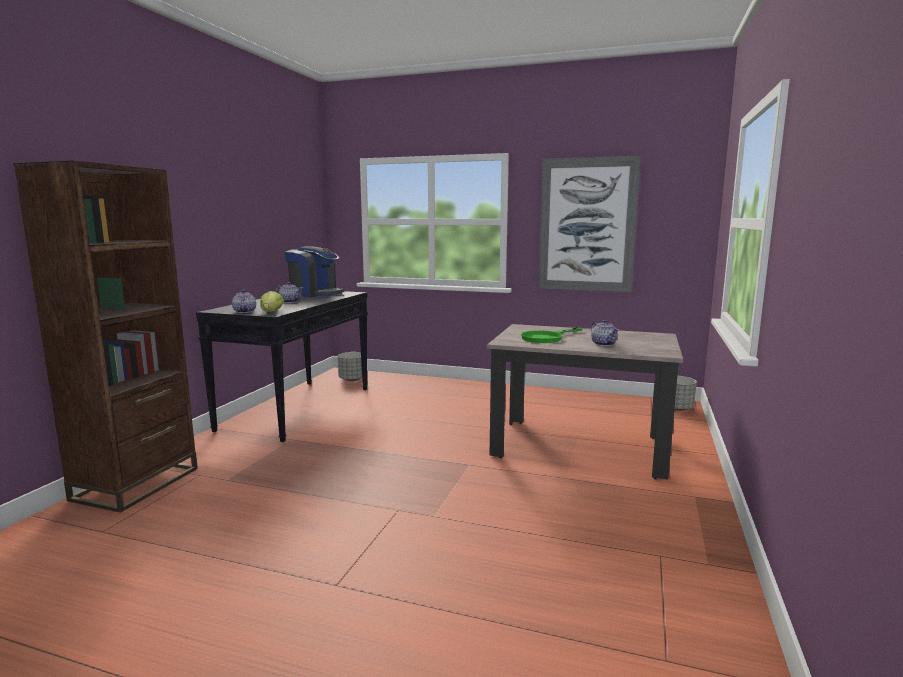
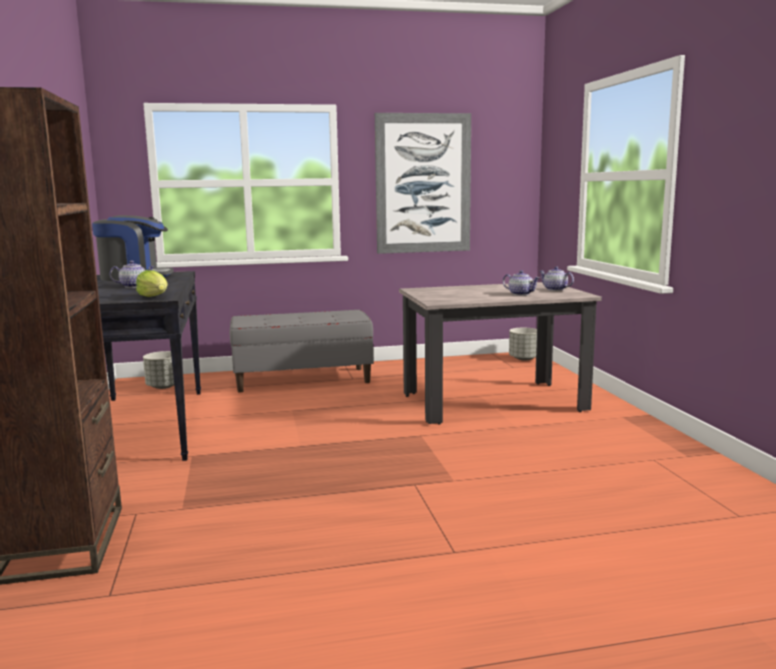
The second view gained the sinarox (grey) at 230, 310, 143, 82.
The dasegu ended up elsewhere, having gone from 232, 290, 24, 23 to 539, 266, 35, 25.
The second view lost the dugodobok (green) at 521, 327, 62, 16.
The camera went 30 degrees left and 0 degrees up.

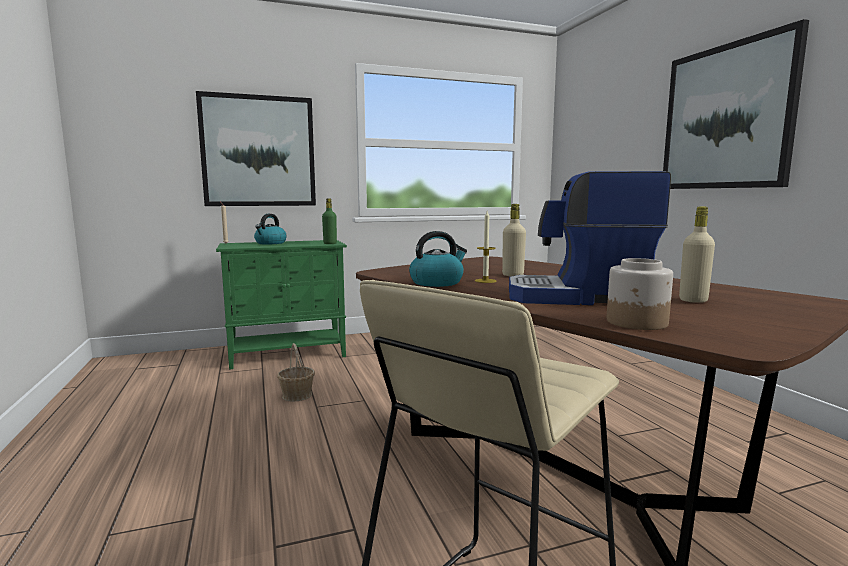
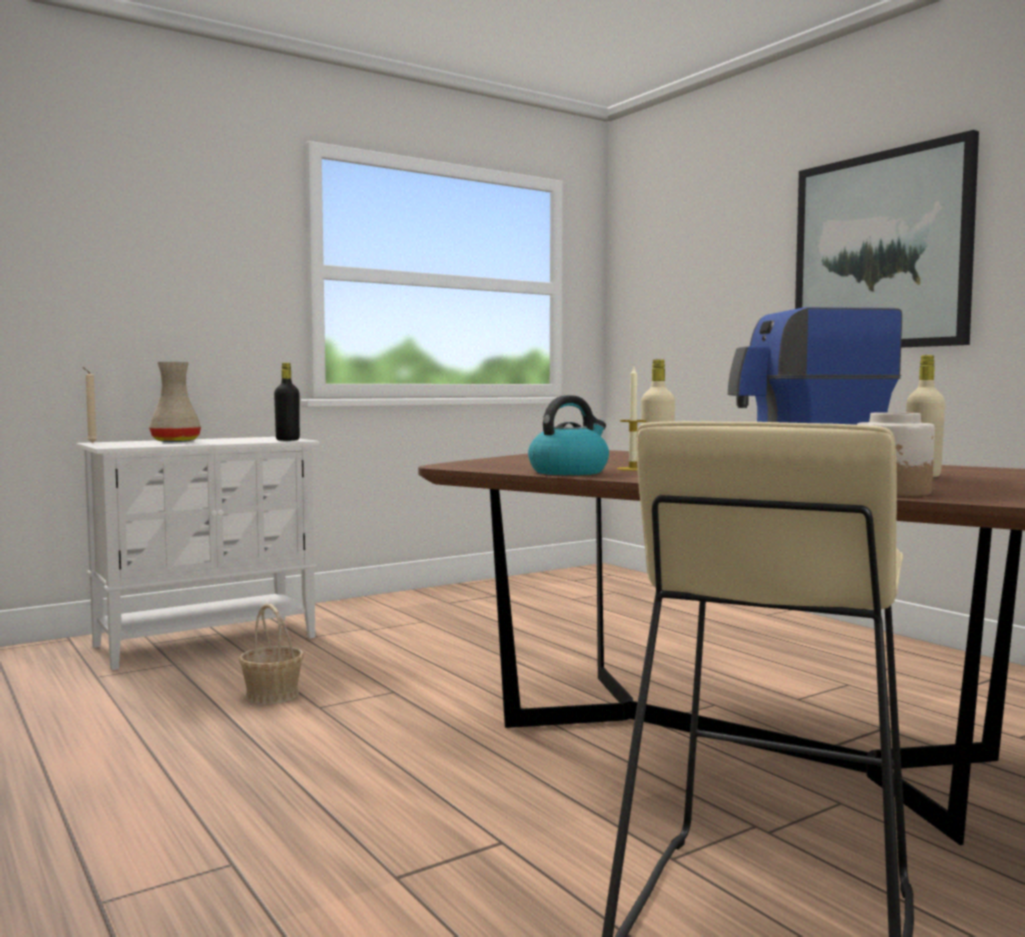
What was the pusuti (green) at 216, 240, 131, 130 turned into the pusuti (white) at 76, 437, 243, 233.
Where the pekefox stood at 254, 214, 33, 30, the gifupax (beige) came to stand at 149, 362, 52, 80.
What was the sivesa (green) at 322, 199, 15, 45 turned into the sivesa (black) at 274, 363, 26, 78.
The second view lost the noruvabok at 196, 91, 120, 115.
The camera went 15 degrees left and 5 degrees down.

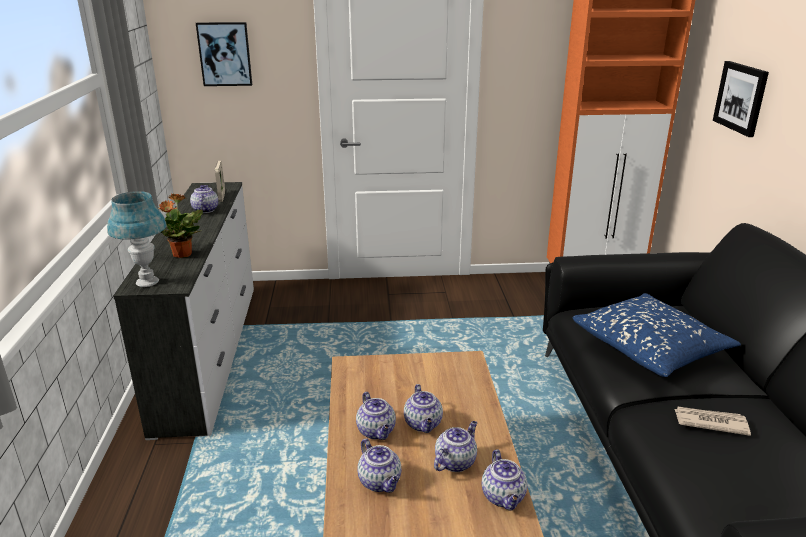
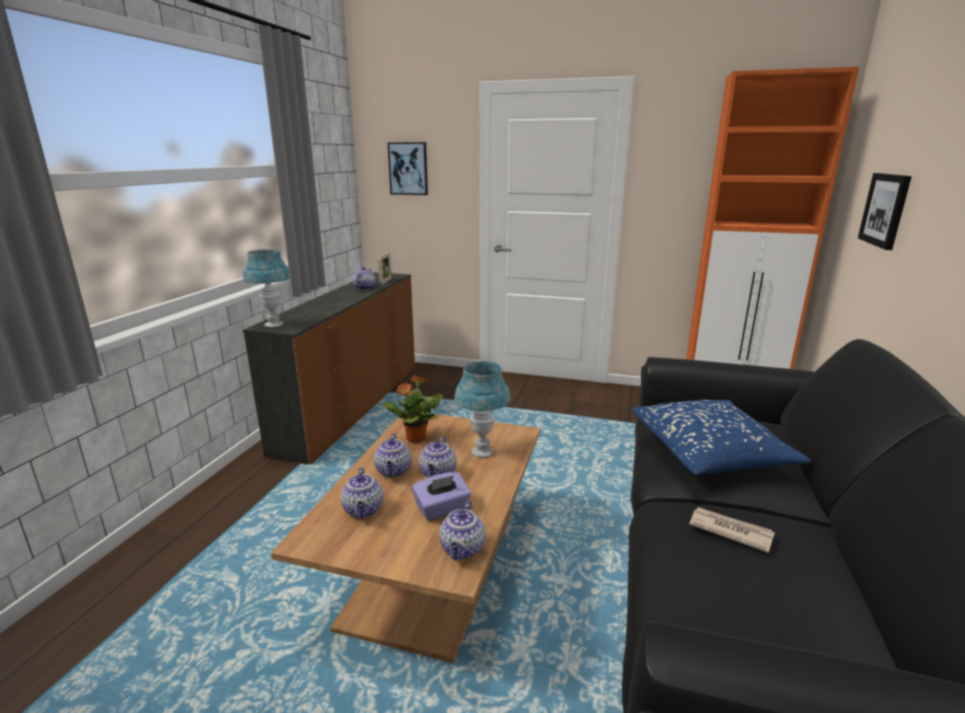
What was the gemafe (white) at 113, 182, 141, 258 turned into the gemafe (brown) at 243, 272, 172, 193.
The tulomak ended up elsewhere, having gone from 158, 193, 45, 65 to 382, 375, 61, 68.
Where the dasegu stood at 434, 421, 43, 51, the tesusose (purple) came to stand at 412, 472, 59, 49.
The second view gained the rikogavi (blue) at 454, 361, 57, 96.
The camera went 20 degrees right and 5 degrees down.

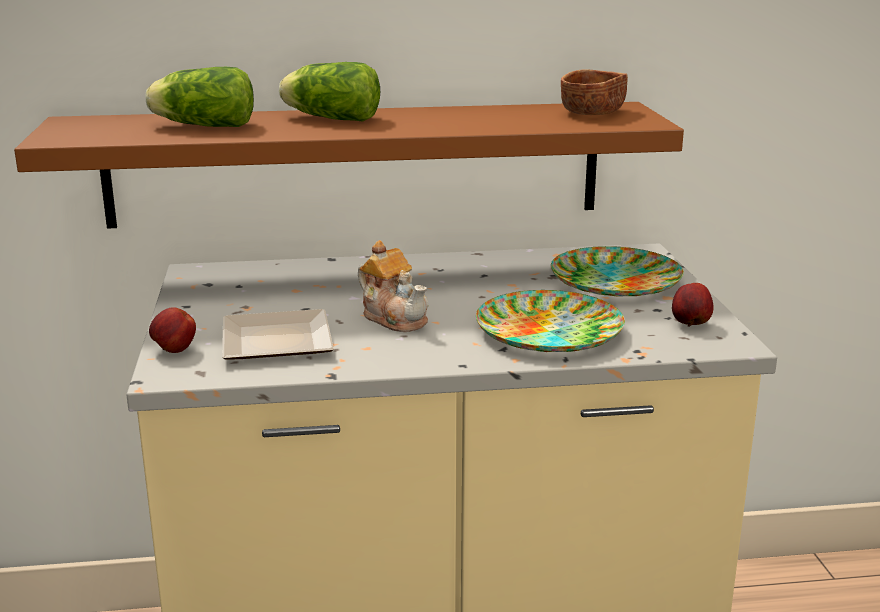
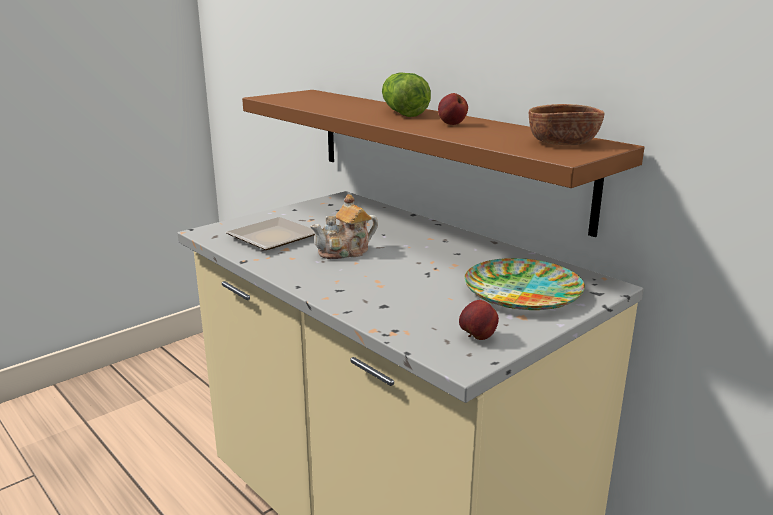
The dasegu at 358, 240, 70, 92 ended up facing another way, 45 degrees clockwise from before.
The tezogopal ended up elsewhere, having gone from 149, 307, 47, 46 to 438, 93, 30, 32.
The second view lost the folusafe at 145, 67, 109, 60.
The second view lost the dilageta at 476, 290, 149, 62.
The camera went 55 degrees right and 0 degrees up.

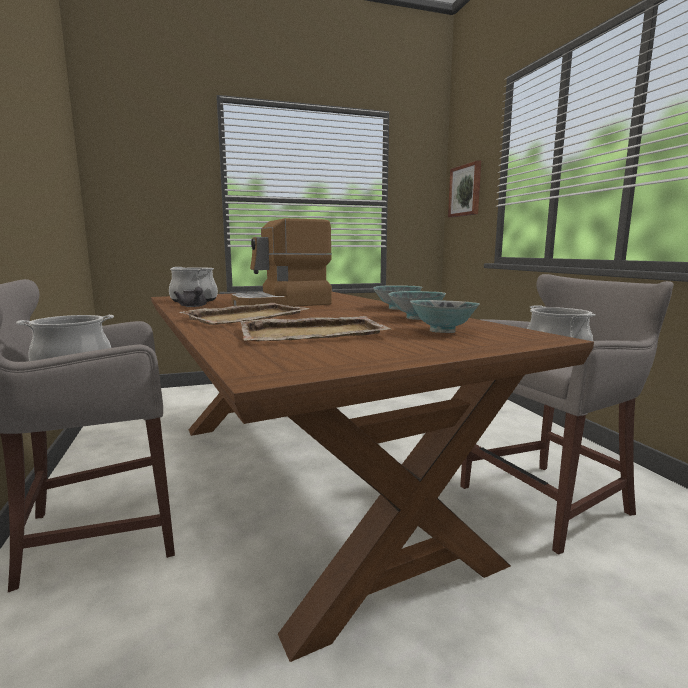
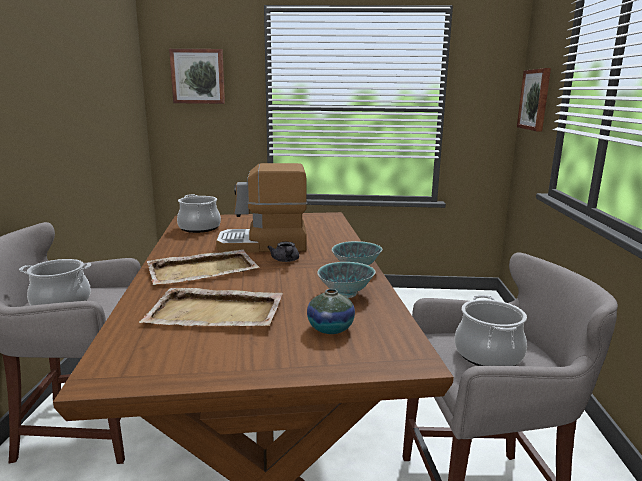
The second view gained the noruvabok at 169, 49, 56, 55.
The dasegu (grey) ended up elsewhere, having gone from 174, 287, 33, 20 to 267, 242, 32, 20.
Where the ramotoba stood at 410, 300, 70, 33, the gifupax came to stand at 307, 289, 48, 45.
The camera went 20 degrees right and 5 degrees up.

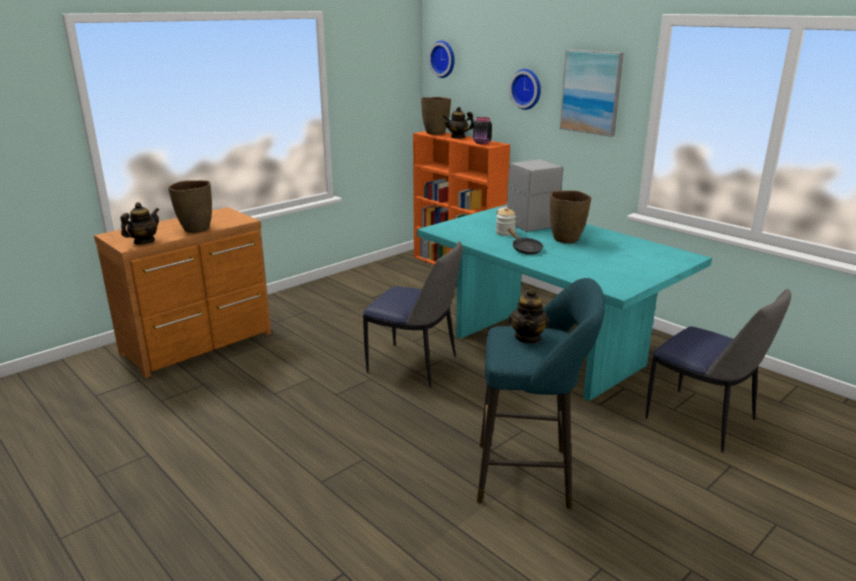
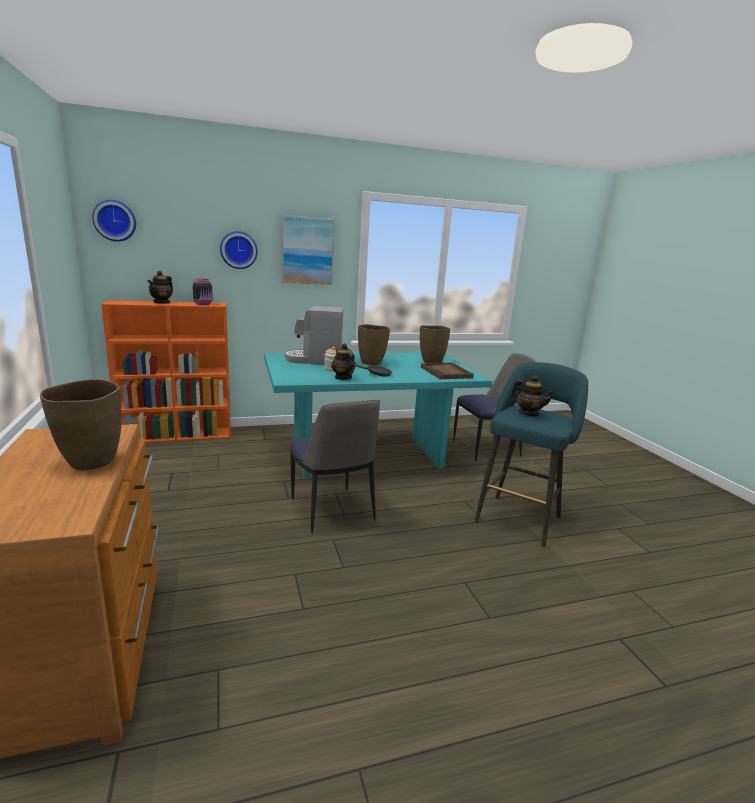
The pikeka at 363, 241, 99, 146 ended up facing another way, 105 degrees clockwise from before.
The dasegu ended up elsewhere, having gone from 121, 202, 38, 42 to 331, 343, 25, 37.
The gifupax (brown) ended up elsewhere, having gone from 421, 97, 30, 38 to 420, 325, 30, 38.
The second view gained the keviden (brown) at 421, 362, 53, 17.
The camera went 65 degrees left and 5 degrees down.

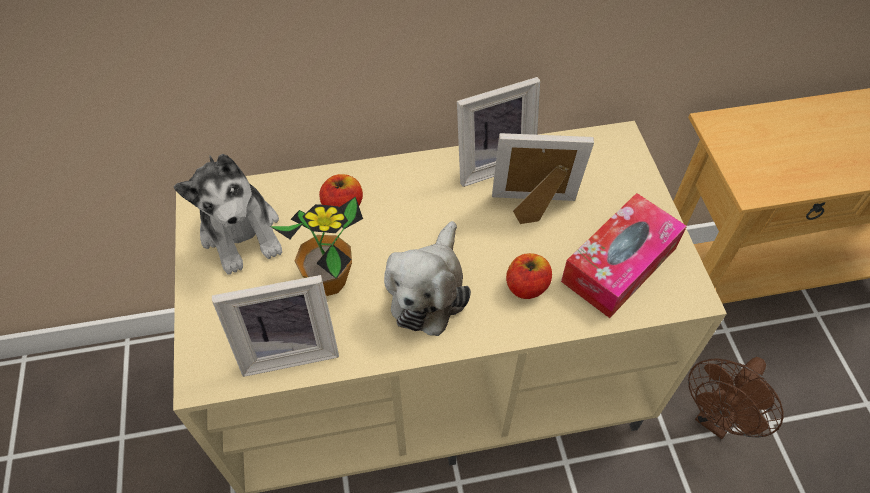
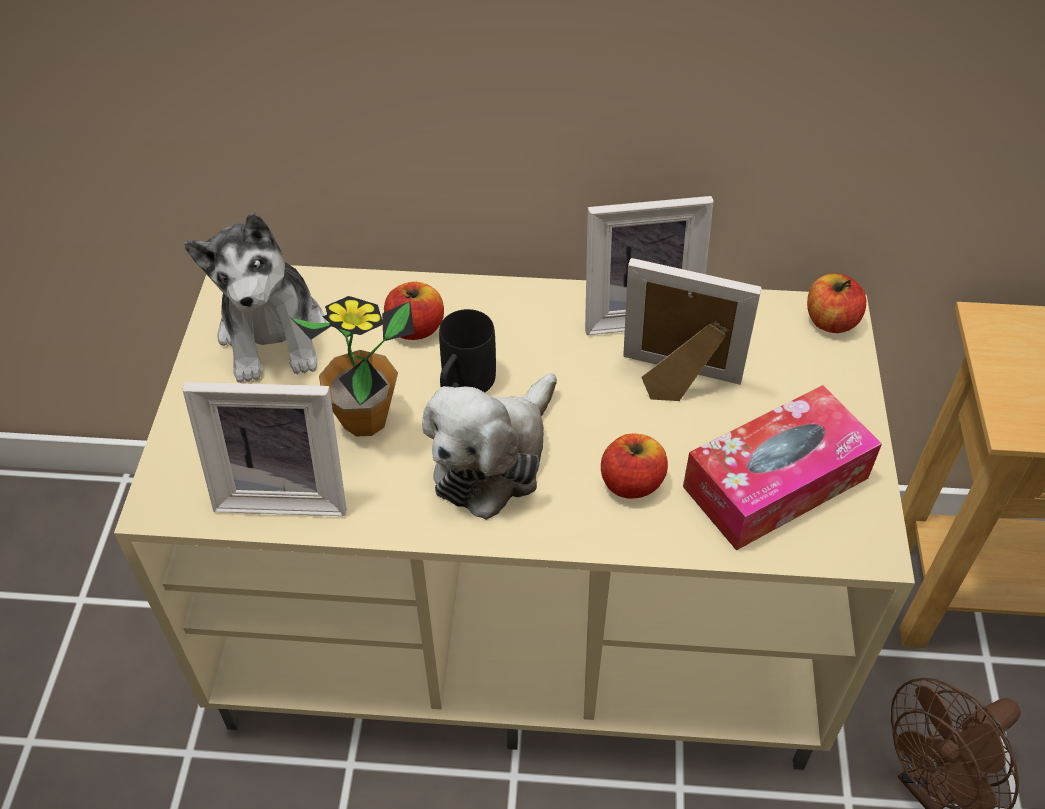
The second view gained the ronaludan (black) at 439, 309, 57, 83.
The second view gained the tezogopal at 807, 274, 59, 59.
The camera went 15 degrees right and 5 degrees down.

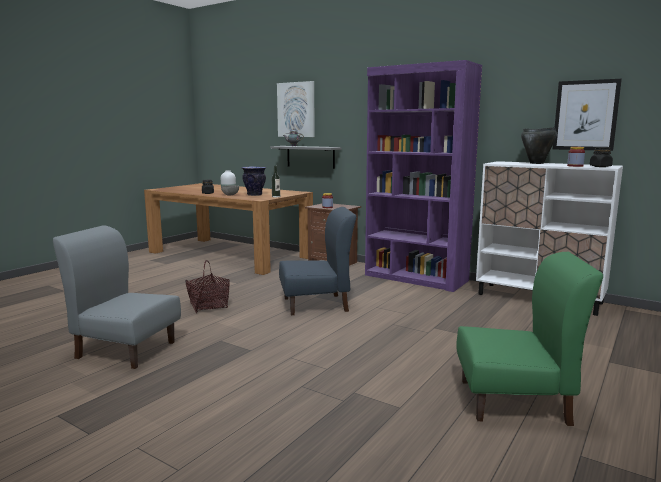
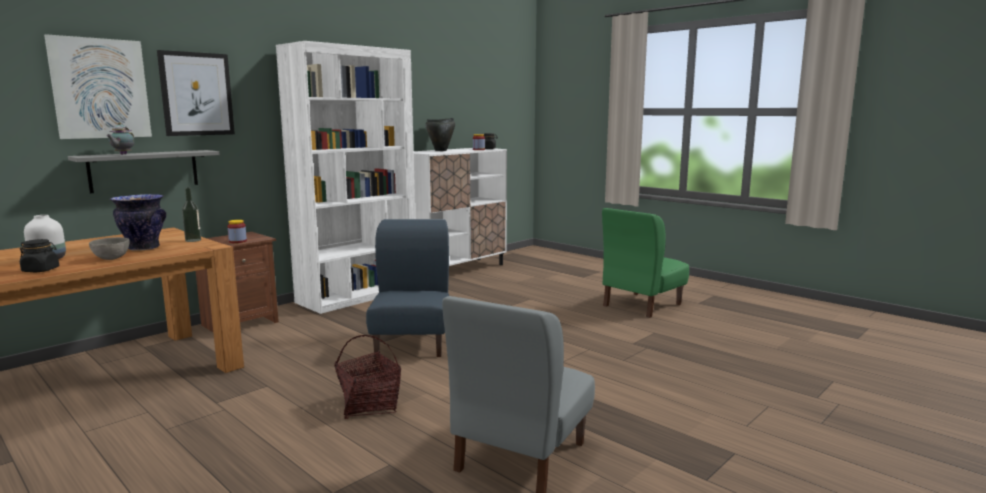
The noruvabok ended up elsewhere, having gone from 553, 79, 69, 72 to 157, 50, 78, 86.
What was the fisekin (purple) at 365, 60, 117, 232 turned into the fisekin (white) at 276, 41, 139, 273.
The pikeka (green) at 456, 252, 147, 174 ended up facing another way, 150 degrees counterclockwise from before.
The camera went 80 degrees left and 0 degrees up.

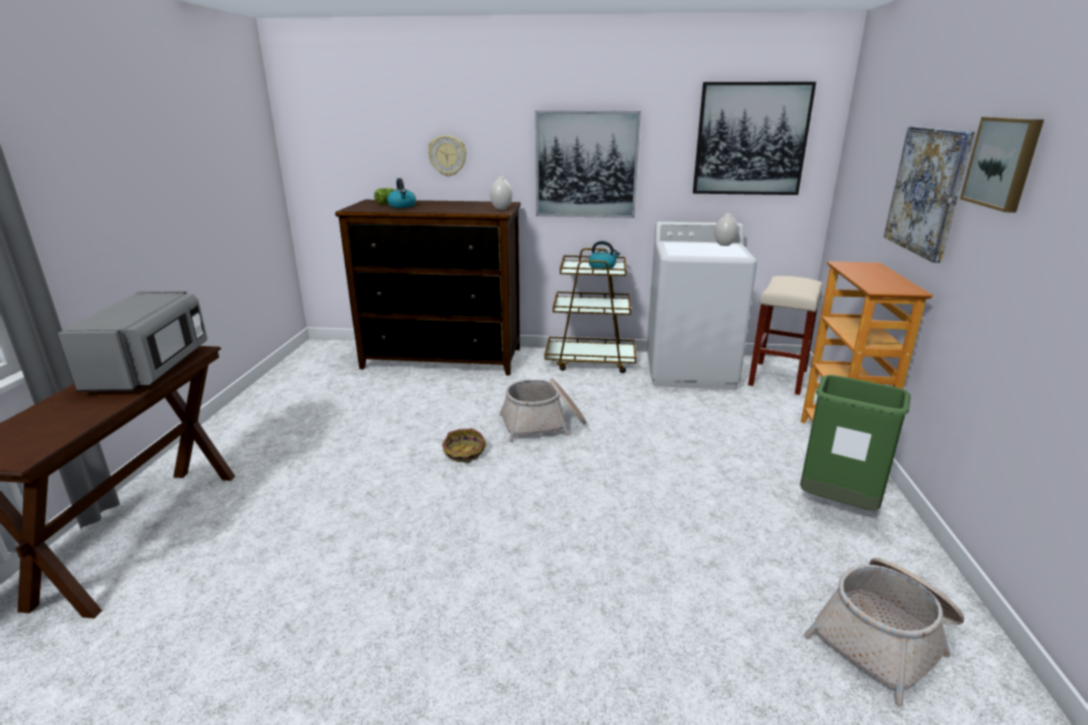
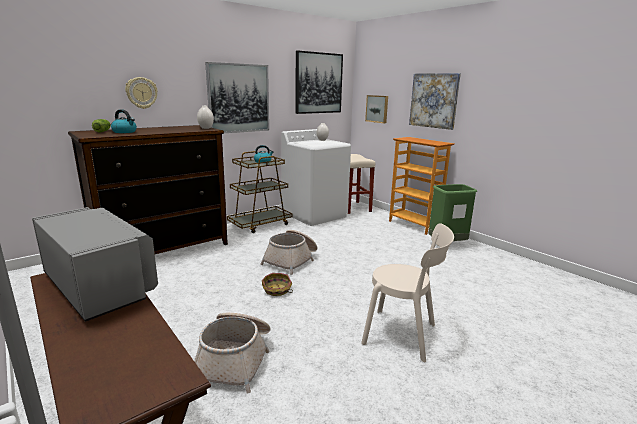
The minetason ended up elsewhere, having gone from 804, 558, 160, 148 to 194, 313, 77, 81.
The second view gained the pikeka (beige) at 361, 223, 93, 139.
The noruvabok ended up elsewhere, having gone from 960, 117, 84, 95 to 365, 95, 23, 28.
The camera went 45 degrees left and 5 degrees down.

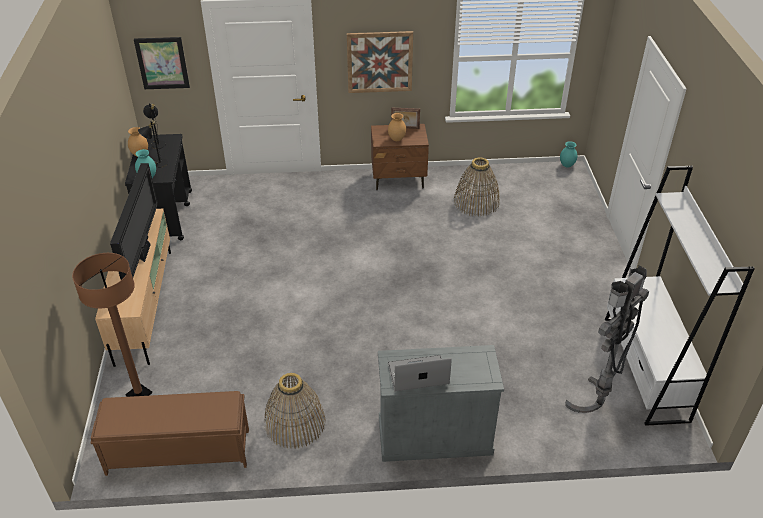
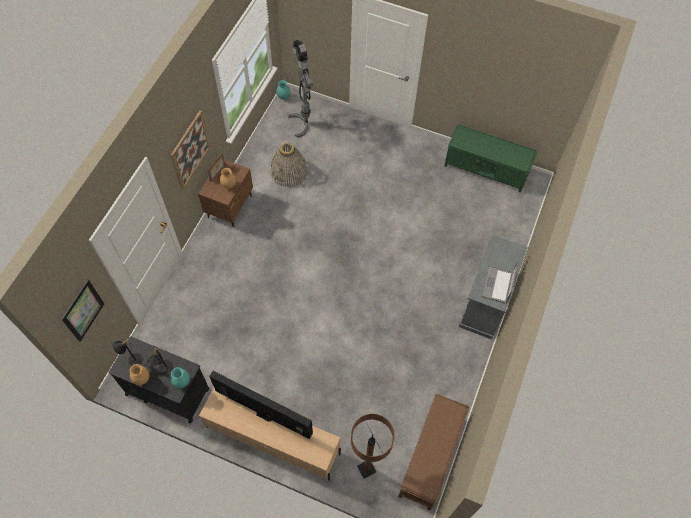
The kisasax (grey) ended up elsewhere, having gone from 565, 265, 84, 148 to 288, 40, 25, 97.
Where the fisekin (white) stood at 605, 166, 150, 260, the sinarox (green) came to stand at 444, 124, 93, 69.
The second view lost the minetason at 264, 373, 62, 76.
The camera went 65 degrees left and 20 degrees up.

